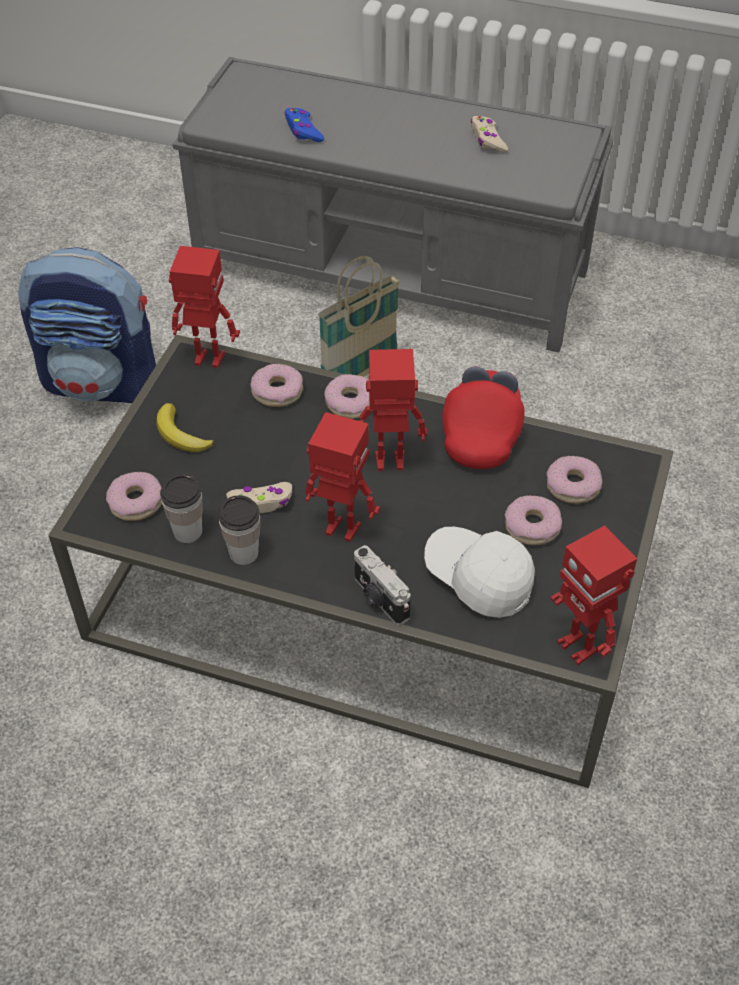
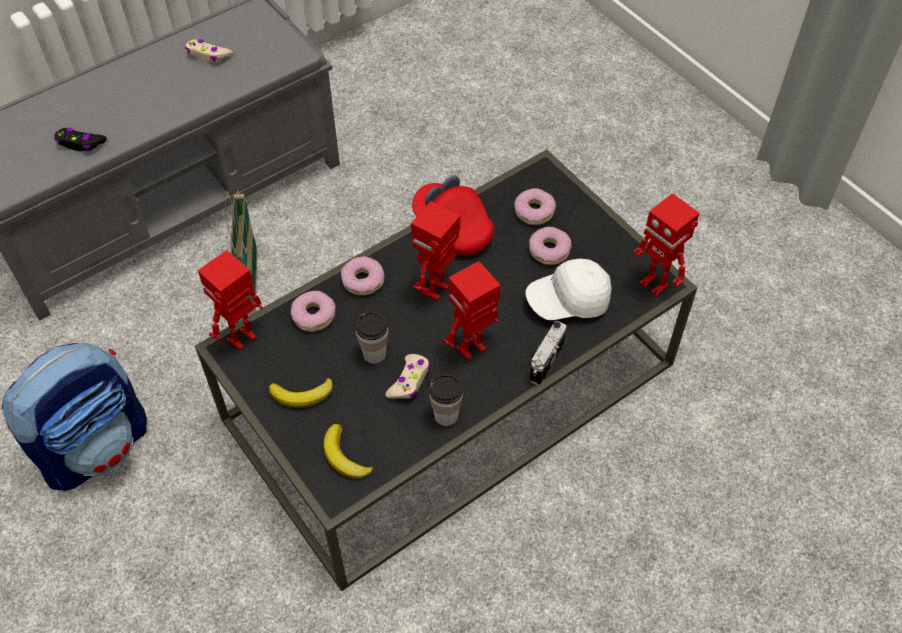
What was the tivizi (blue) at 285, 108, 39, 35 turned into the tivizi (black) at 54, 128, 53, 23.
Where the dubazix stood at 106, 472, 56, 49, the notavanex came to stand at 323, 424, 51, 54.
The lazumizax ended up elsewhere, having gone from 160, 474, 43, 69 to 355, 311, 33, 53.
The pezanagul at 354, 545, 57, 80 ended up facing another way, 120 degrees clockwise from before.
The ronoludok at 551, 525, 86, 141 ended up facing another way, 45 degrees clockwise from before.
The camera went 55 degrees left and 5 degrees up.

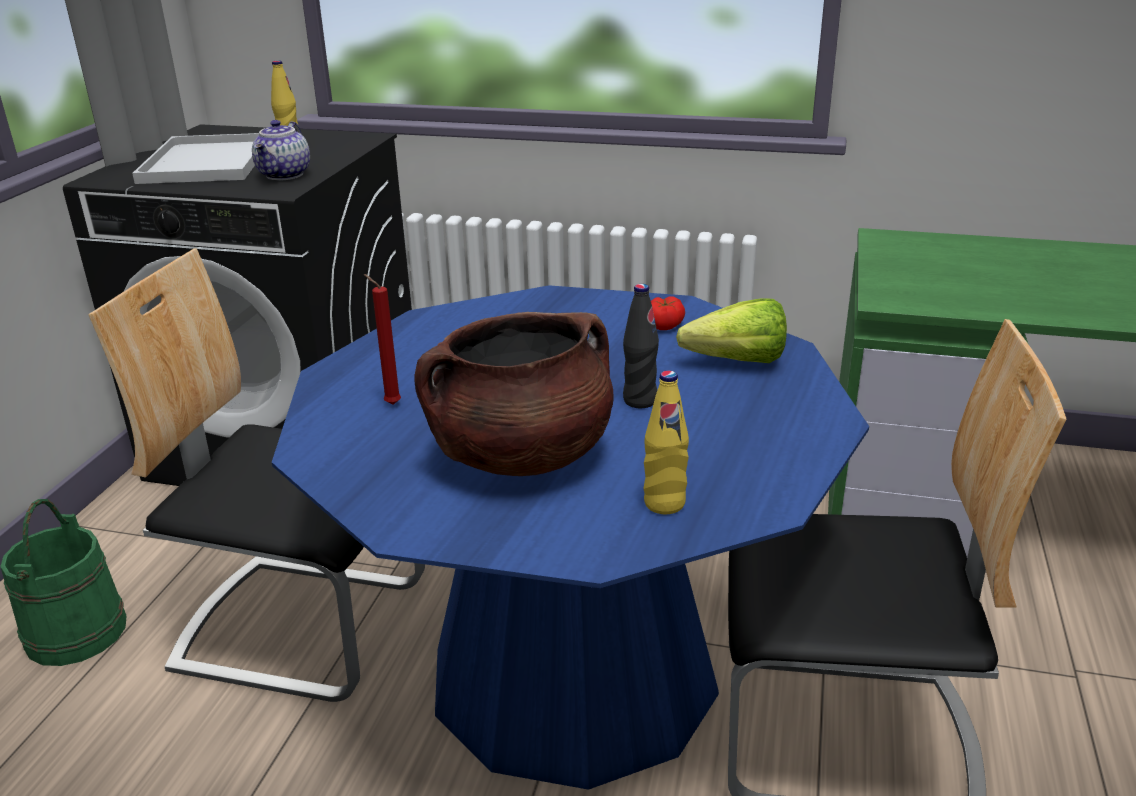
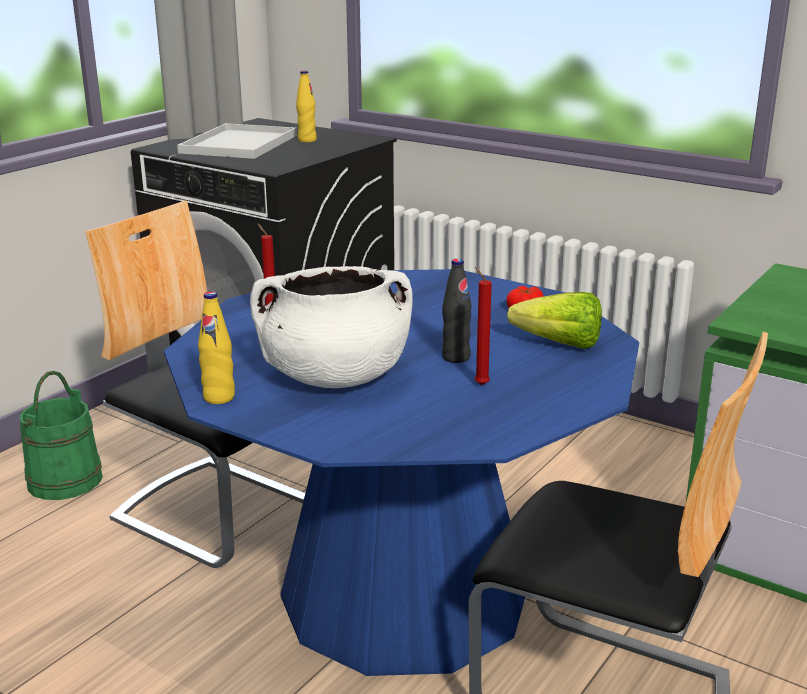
The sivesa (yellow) ended up elsewhere, having gone from 643, 370, 46, 144 to 198, 292, 37, 112.
What was the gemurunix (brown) at 415, 312, 199, 164 turned into the gemurunix (white) at 250, 266, 163, 122.
The second view gained the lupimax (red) at 475, 267, 17, 118.
The second view lost the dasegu at 252, 120, 58, 60.
The camera went 20 degrees right and 5 degrees down.

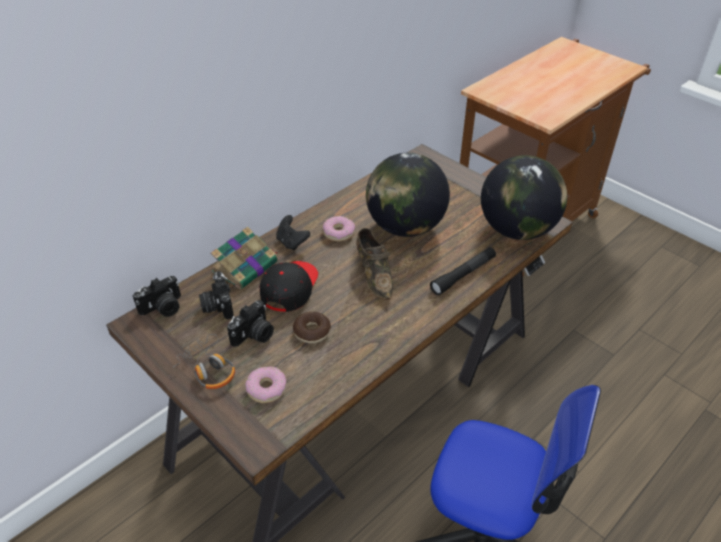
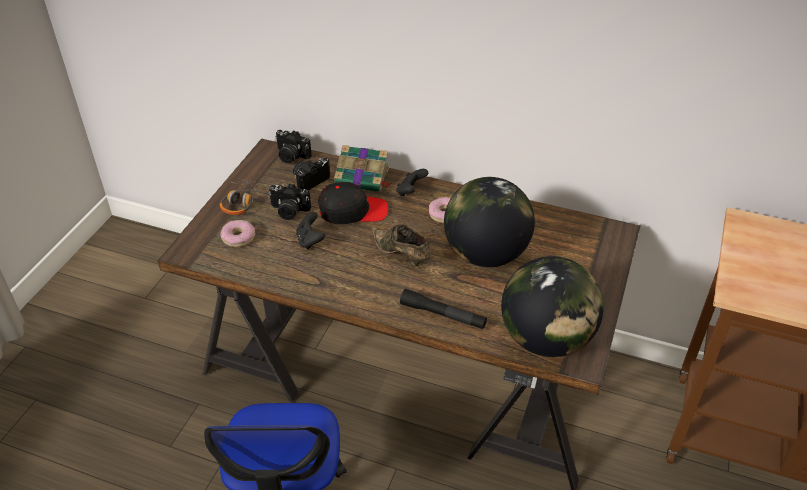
Where the dubazix stood at 293, 312, 38, 31, the tivizi (black) came to stand at 296, 212, 29, 37.
The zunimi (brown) at 356, 228, 37, 72 ended up facing another way, 90 degrees clockwise from before.
The camera went 65 degrees right and 0 degrees up.

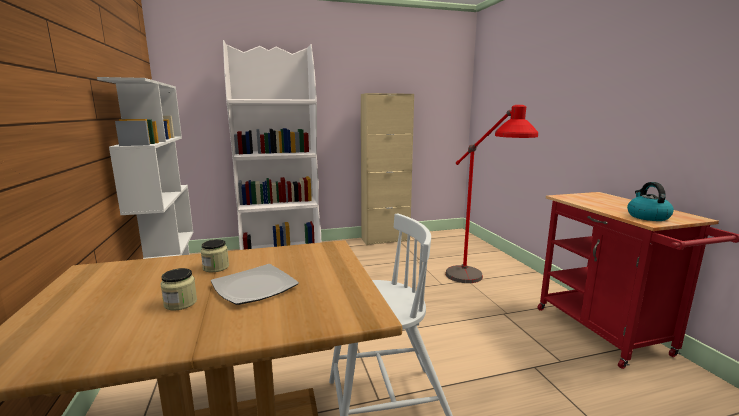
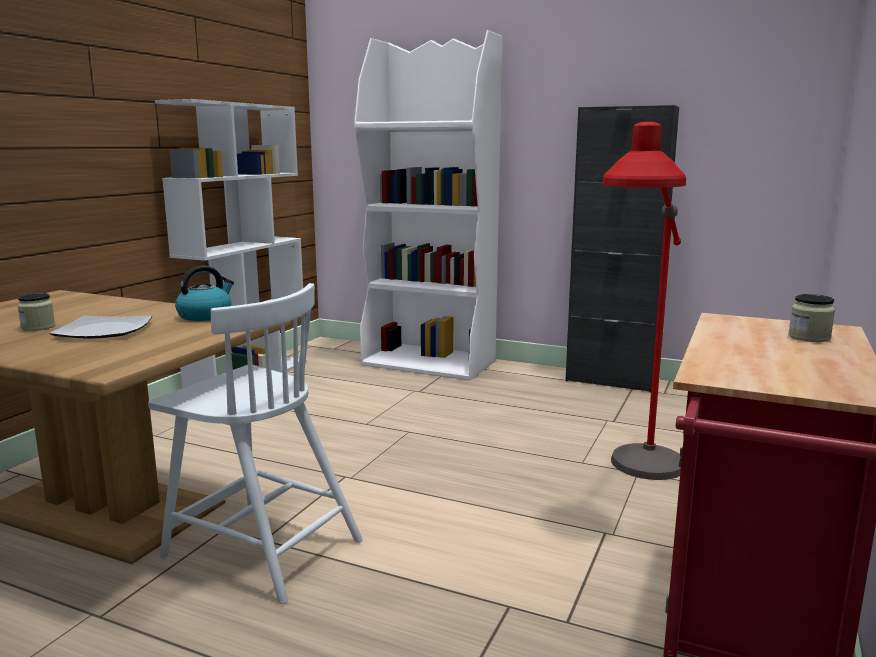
The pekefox ended up elsewhere, having gone from 627, 182, 47, 39 to 175, 266, 59, 55.
What was the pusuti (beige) at 361, 93, 53, 152 turned into the pusuti (black) at 565, 105, 114, 288.
The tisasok ended up elsewhere, having gone from 201, 239, 28, 34 to 788, 294, 47, 48.
The camera went 40 degrees right and 0 degrees up.

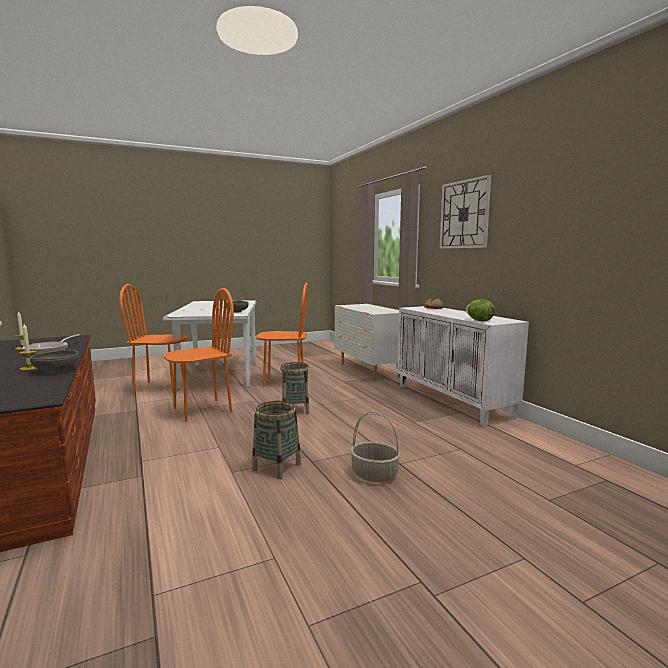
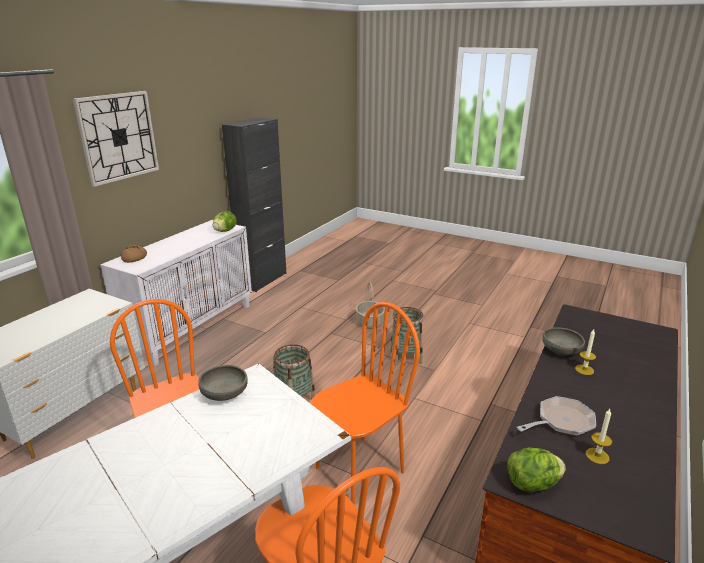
The second view gained the pusuti (black) at 222, 117, 64, 175.
The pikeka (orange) at 163, 288, 71, 133 ended up facing another way, 120 degrees clockwise from before.
The second view gained the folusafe at 507, 447, 59, 45.
The camera went 125 degrees left and 15 degrees up.

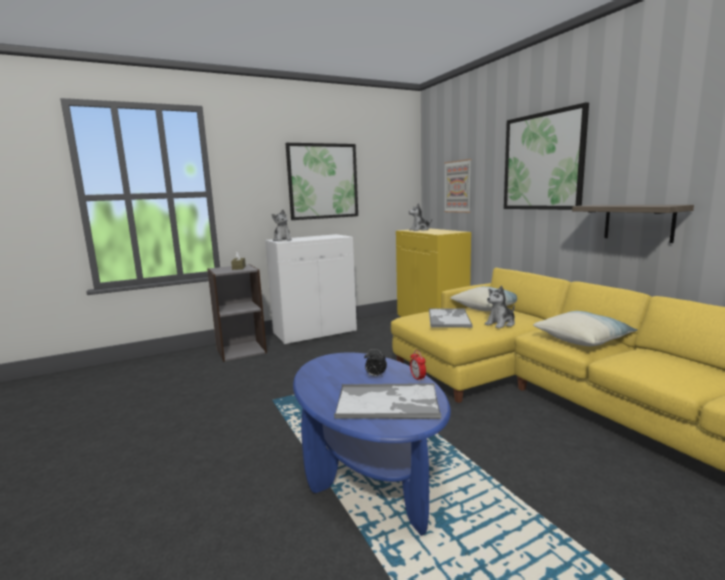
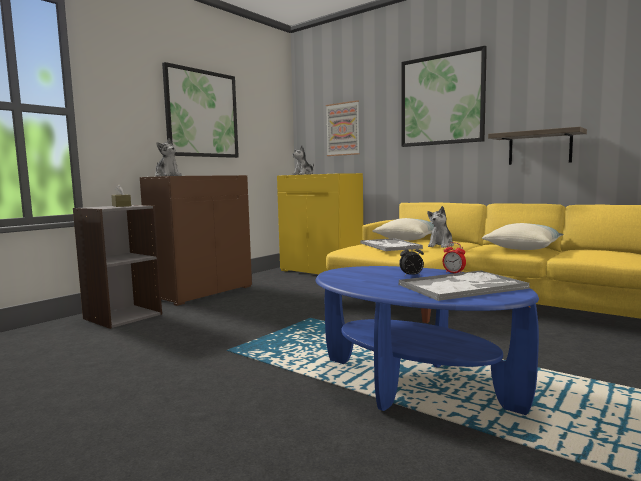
What was the pusuti (white) at 265, 234, 92, 112 turned into the pusuti (brown) at 140, 175, 112, 131.
The camera went 25 degrees left and 5 degrees down.

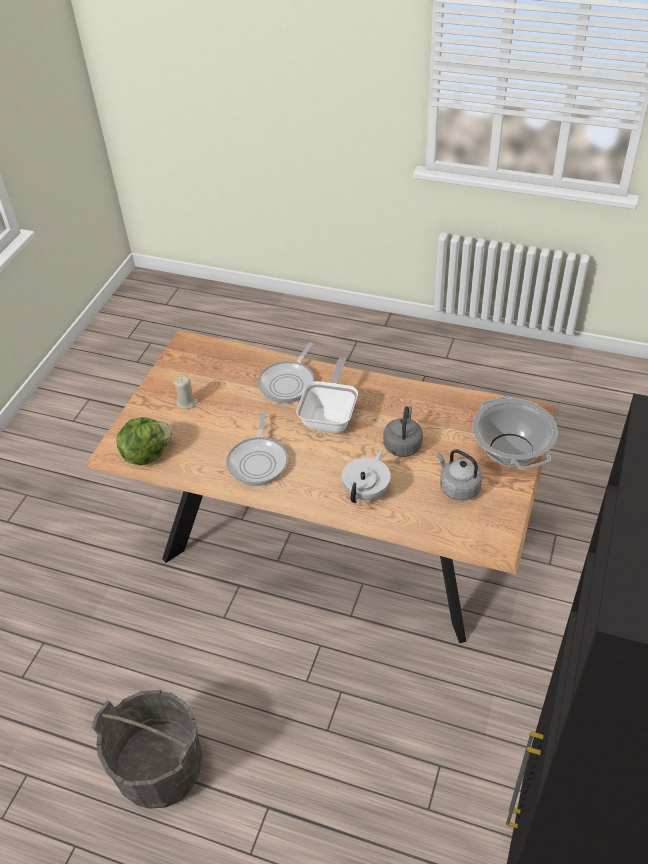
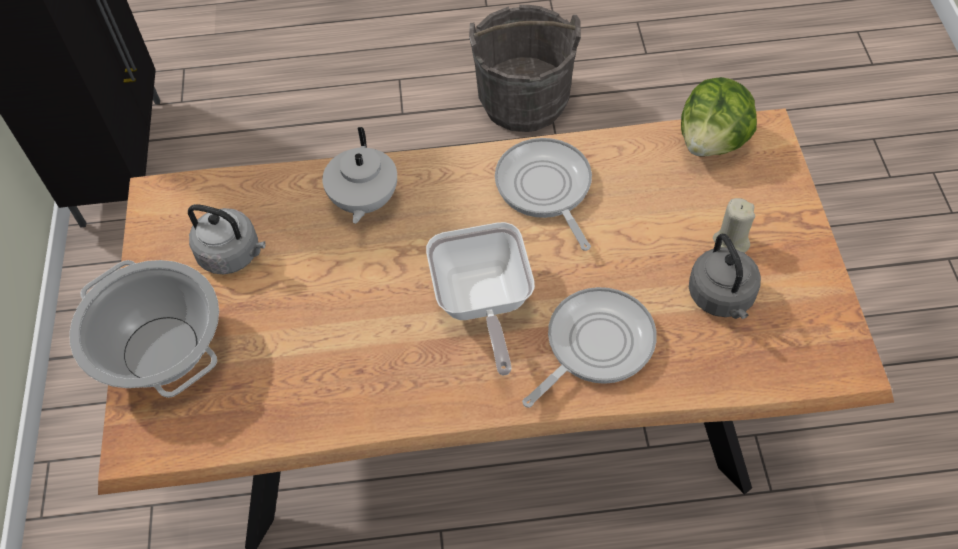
The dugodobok at 258, 342, 56, 61 ended up facing another way, 45 degrees clockwise from before.
The pekefox (grey) ended up elsewhere, having gone from 383, 406, 40, 51 to 689, 234, 72, 85.
The camera went 155 degrees right and 10 degrees up.

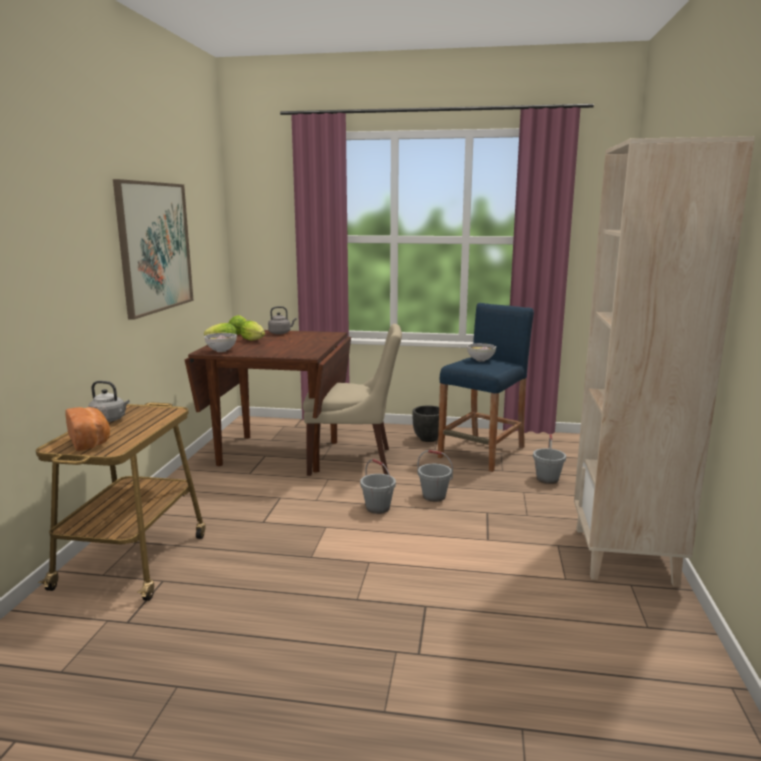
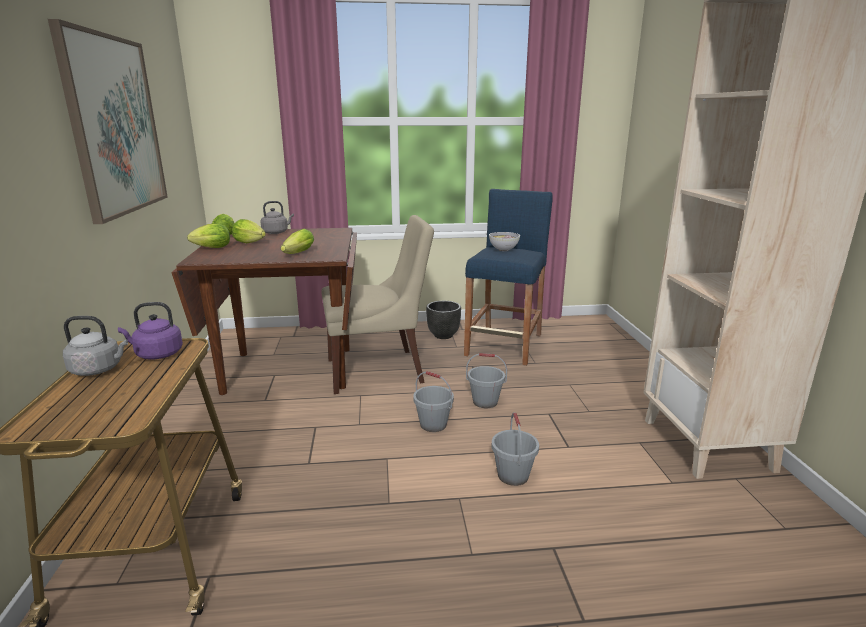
The second view gained the pekefox (purple) at 118, 302, 65, 58.
The second view gained the folusafe at 281, 229, 33, 25.
The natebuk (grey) ended up elsewhere, having gone from 533, 434, 33, 50 to 492, 412, 47, 74.
The second view lost the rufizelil at 66, 407, 44, 44.
The second view lost the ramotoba at 204, 333, 33, 19.
The camera went 15 degrees left and 5 degrees up.

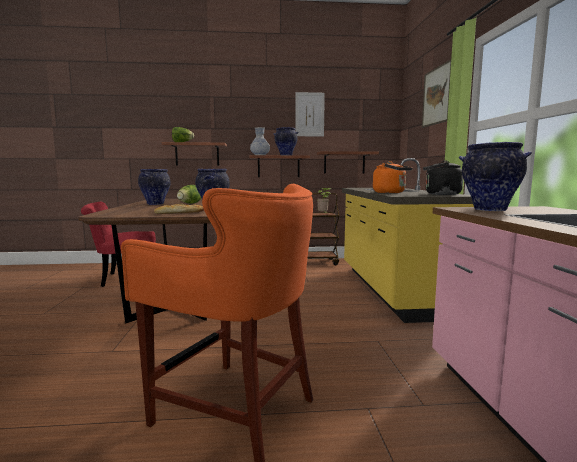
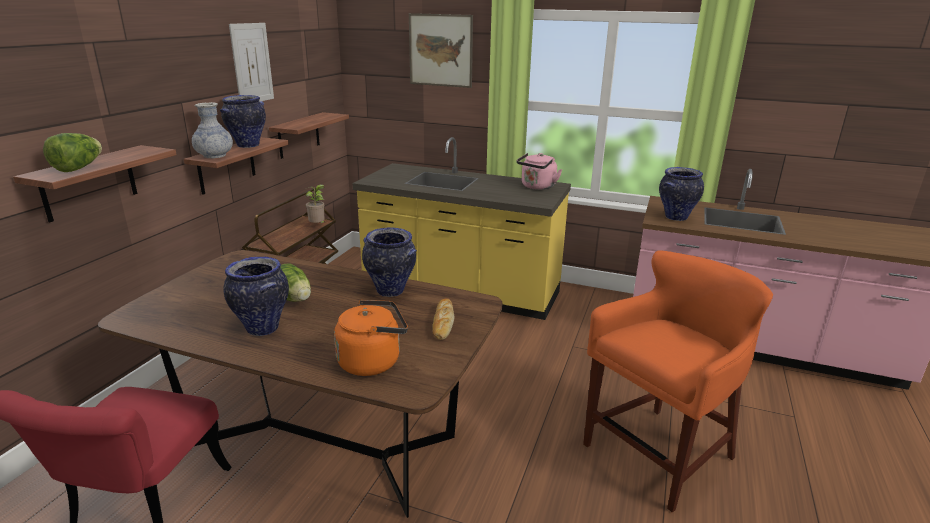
The pekefox (orange) ended up elsewhere, having gone from 373, 161, 40, 32 to 334, 300, 74, 76.
What was the pekefox (black) at 423, 160, 40, 35 turned into the pekefox (pink) at 517, 153, 45, 37.
The camera went 65 degrees left and 15 degrees up.

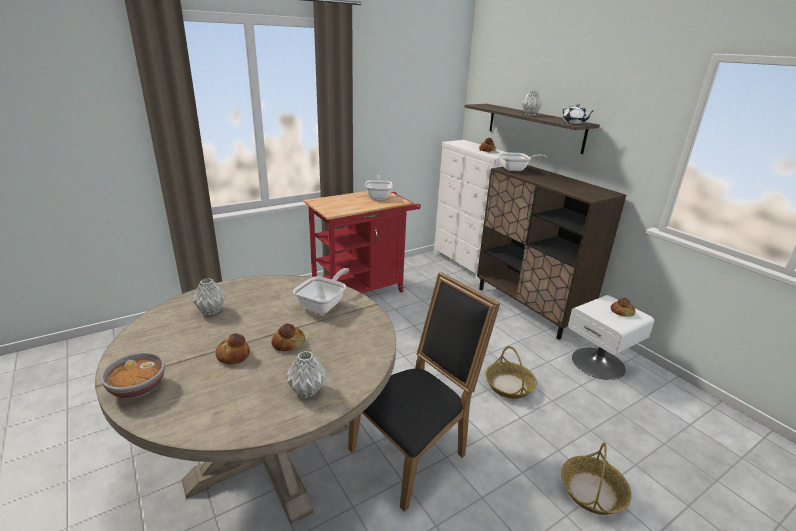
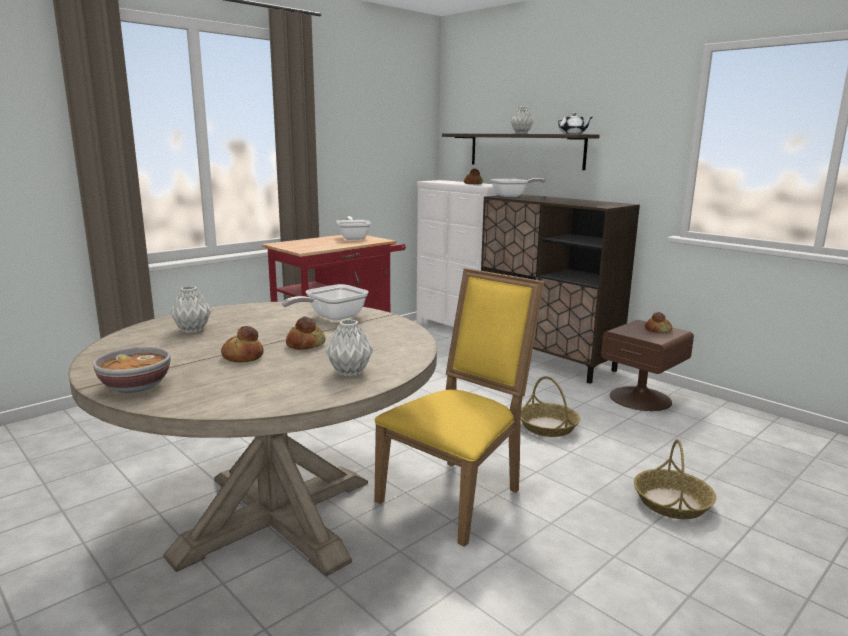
The dugodobok at 293, 268, 57, 46 ended up facing another way, 150 degrees counterclockwise from before.
What was the pikeka (black) at 348, 272, 152, 240 turned into the pikeka (yellow) at 374, 268, 170, 279.
What was the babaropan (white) at 568, 295, 86, 85 turned into the babaropan (brown) at 601, 320, 93, 91.
The camera went 10 degrees left and 10 degrees down.

